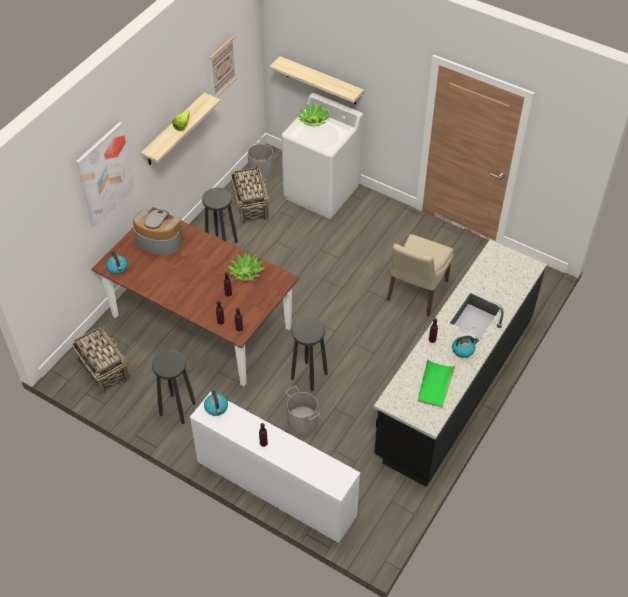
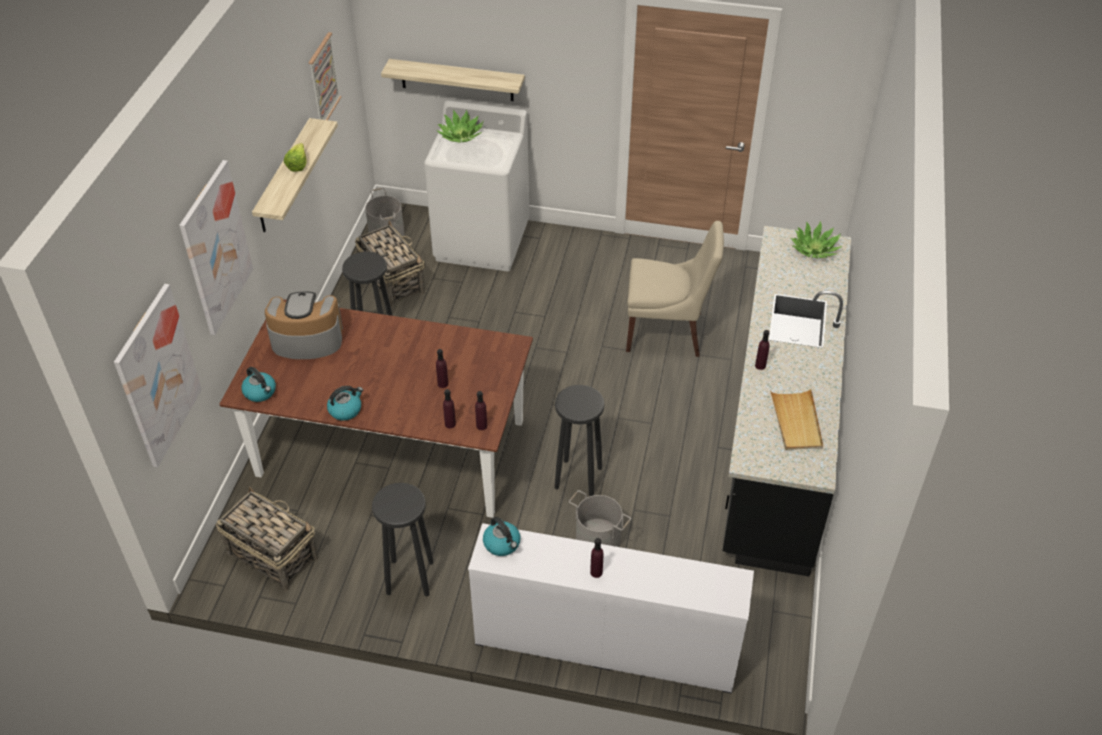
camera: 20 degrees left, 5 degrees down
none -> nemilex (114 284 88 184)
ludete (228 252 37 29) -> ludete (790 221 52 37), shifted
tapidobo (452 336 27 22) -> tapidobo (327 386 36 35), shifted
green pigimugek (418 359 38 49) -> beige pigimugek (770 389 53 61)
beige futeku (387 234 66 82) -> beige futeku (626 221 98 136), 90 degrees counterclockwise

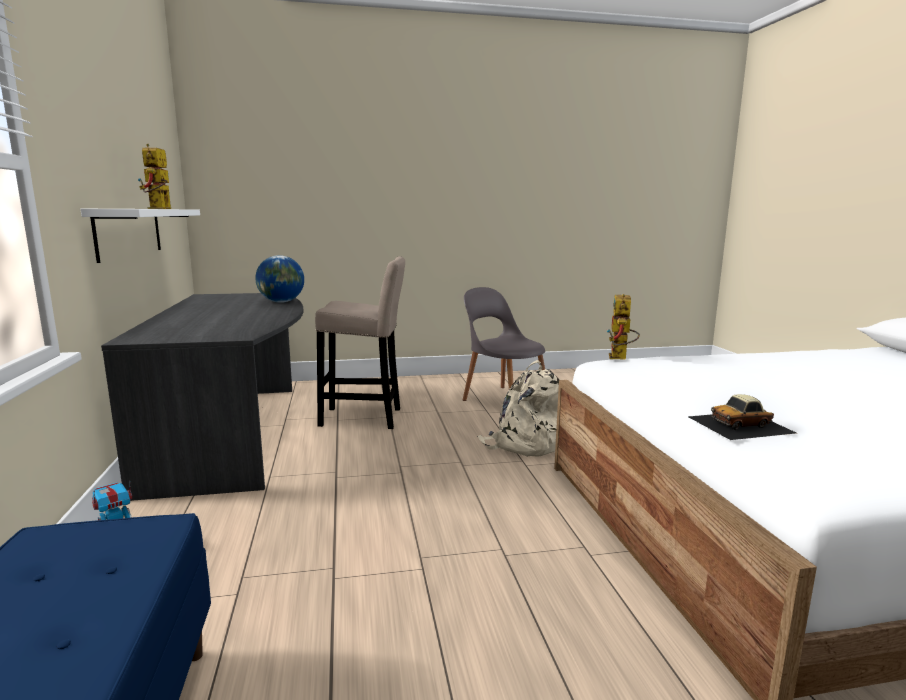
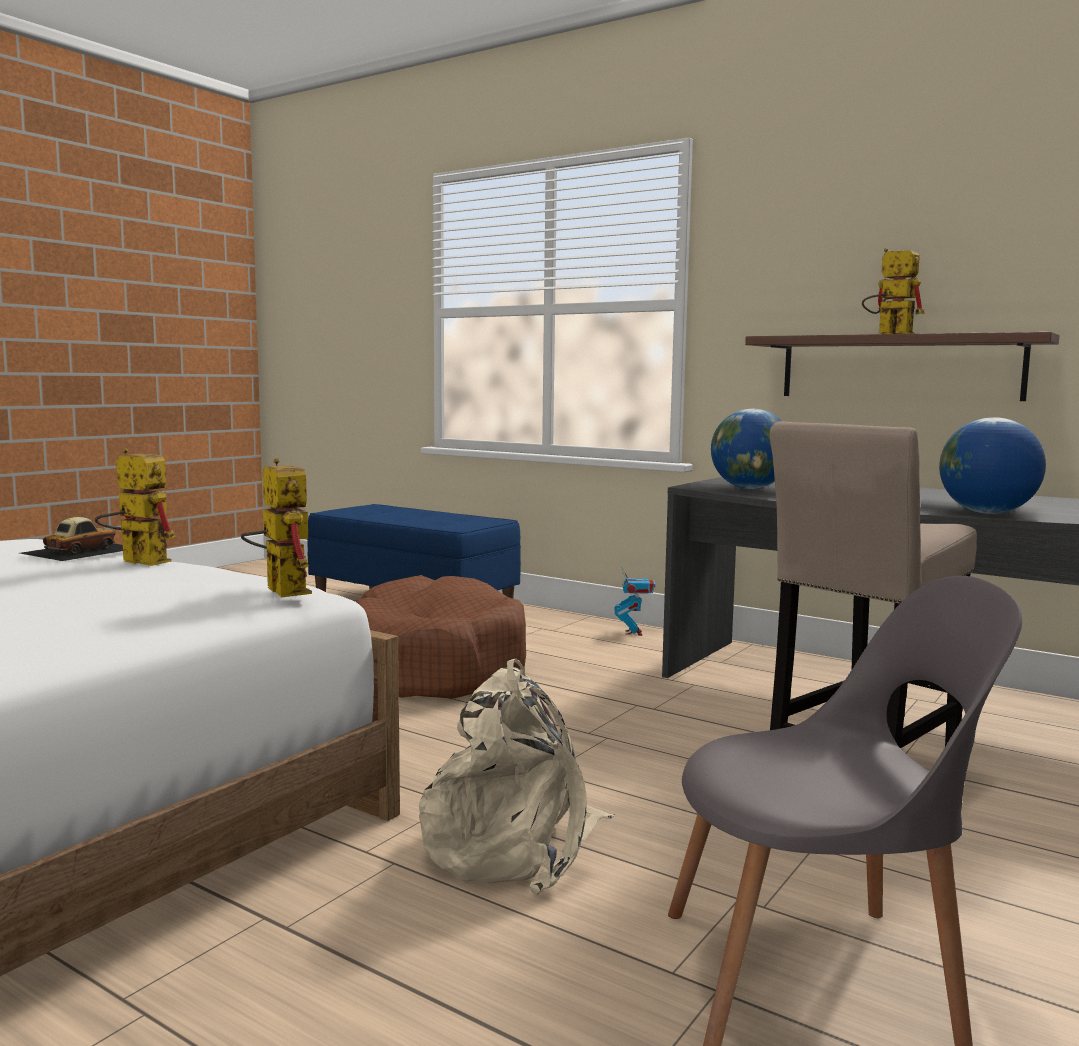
camera: 135 degrees right, 5 degrees down
none -> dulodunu (95 448 81 118)
none -> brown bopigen (353 575 173 124)
none -> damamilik (711 409 72 80)
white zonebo (81 209 119 54) -> brown zonebo (745 332 315 69)

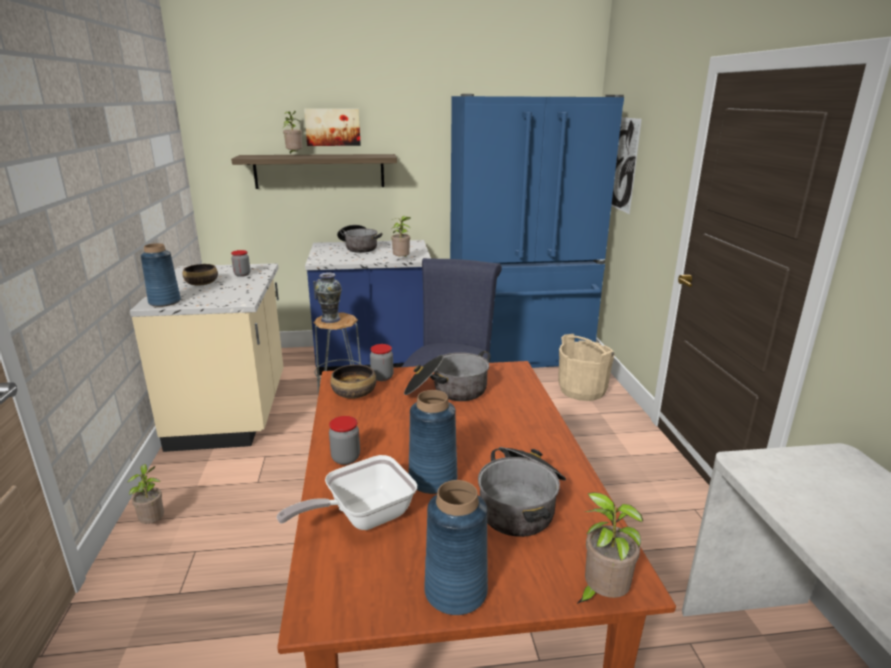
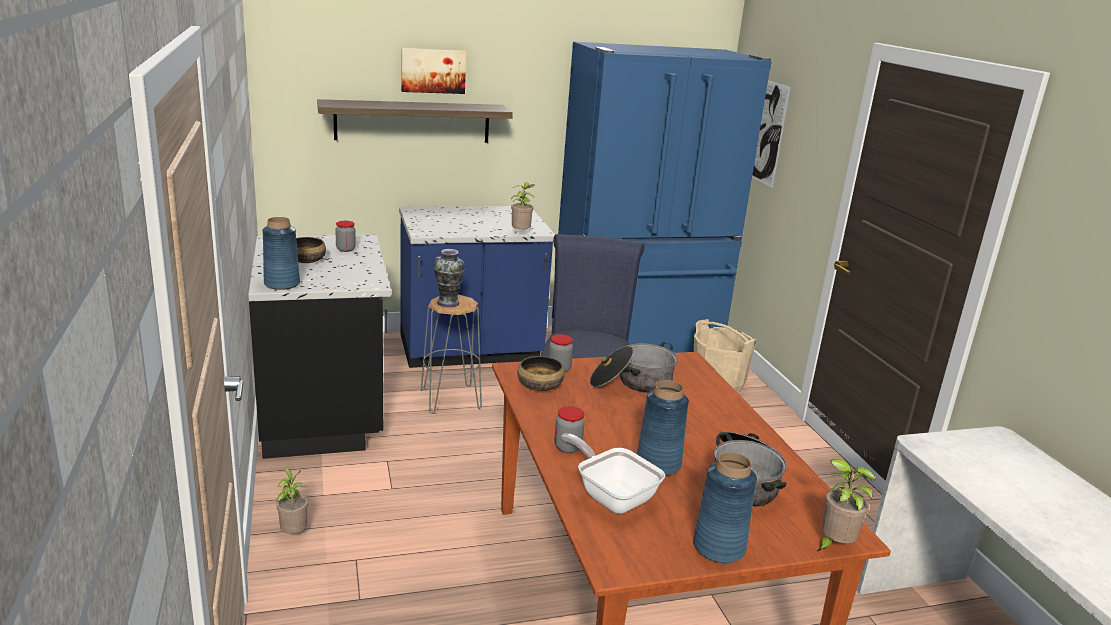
camera: 10 degrees left, 0 degrees up
ludete (283 111 19 43) -> none
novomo (337 225 45 28) -> none
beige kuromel (130 263 154 189) -> black kuromel (248 235 143 224)
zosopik (277 455 140 75) -> zosopik (561 433 104 81), 90 degrees clockwise

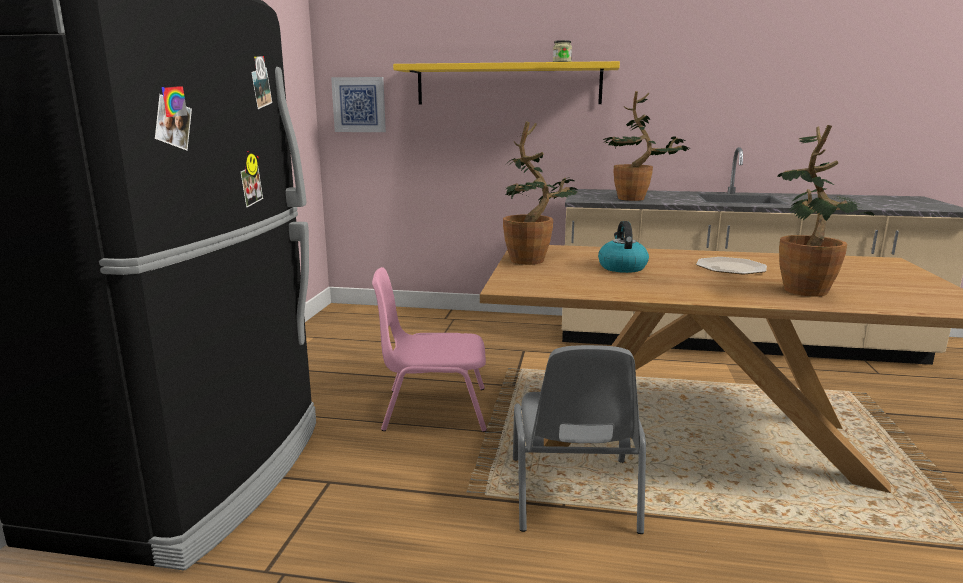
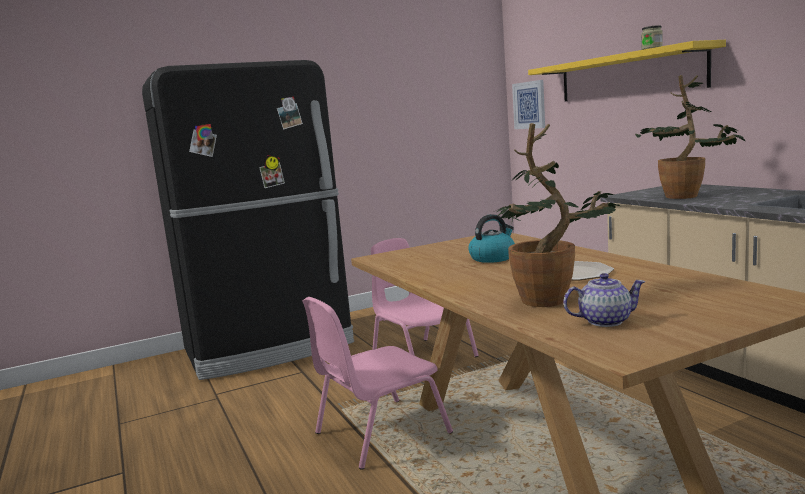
camera: 55 degrees right, 5 degrees down
ludete (503 122 74 143) -> none
none -> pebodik (563 273 83 54)
grey futeku (513 345 133 189) -> pink futeku (303 297 150 173)

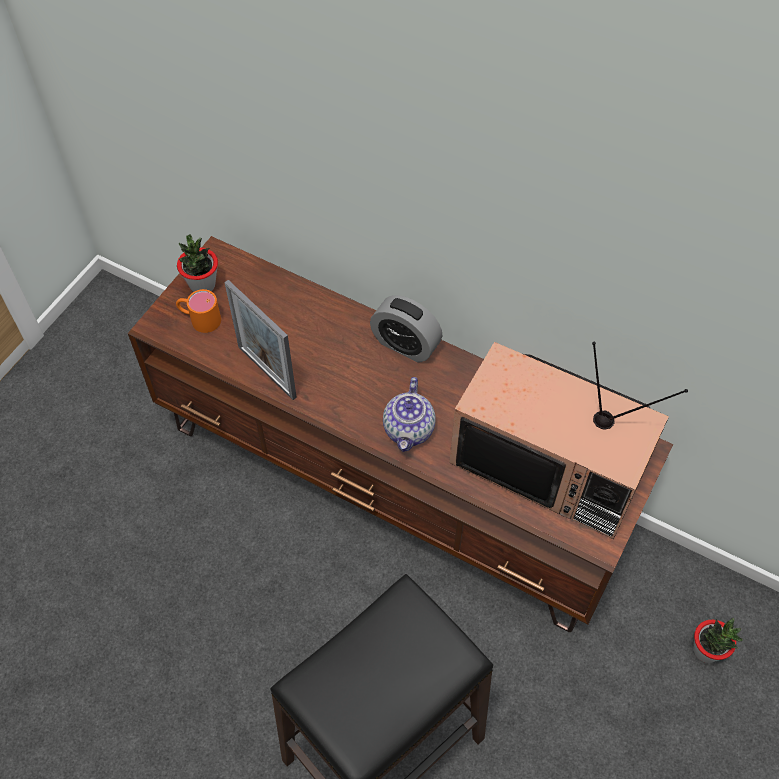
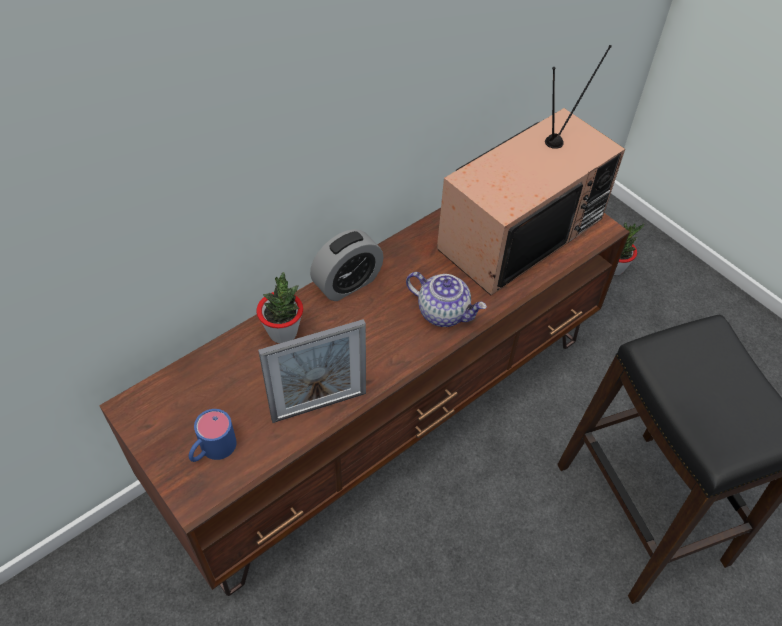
camera: 70 degrees left, 5 degrees down
ludete (177 235 41 57) -> ludete (257 272 46 71), shifted
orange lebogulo (176 289 45 44) -> blue lebogulo (189 409 48 53)

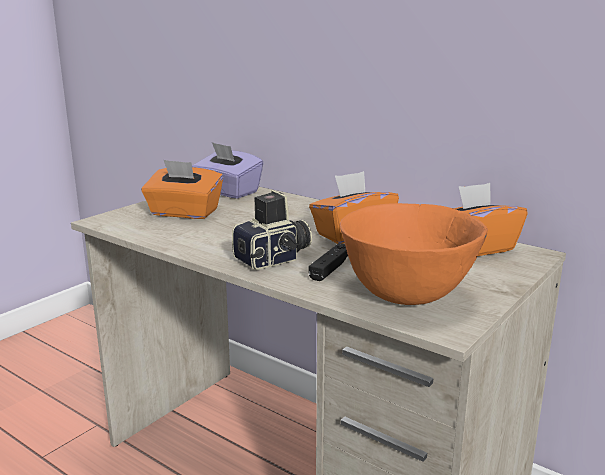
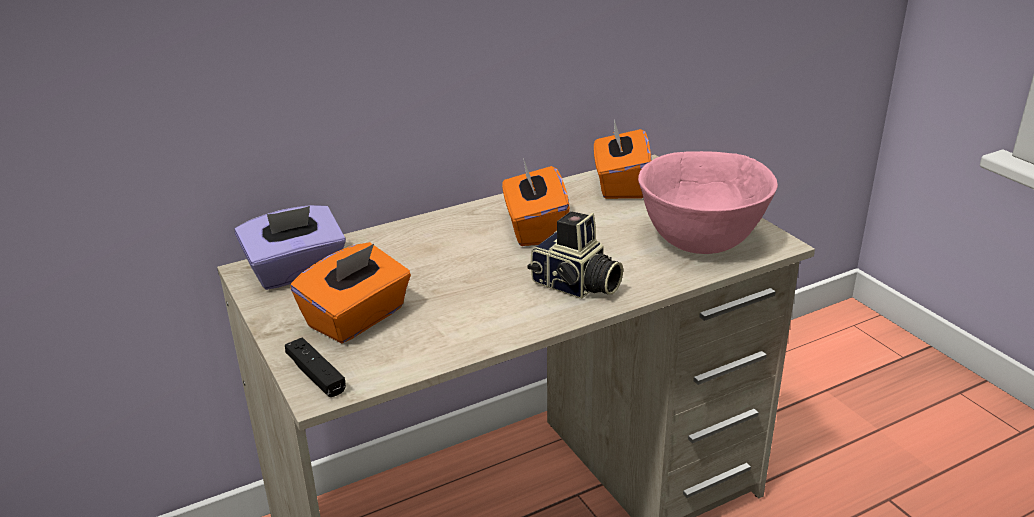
camera: 65 degrees left, 10 degrees up
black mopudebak (308 243 40 38) -> black mopudebak (285 338 61 59), shifted
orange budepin (340 203 148 102) -> pink budepin (638 151 140 103)
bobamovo (232 190 80 80) -> bobamovo (527 211 96 88), 135 degrees clockwise

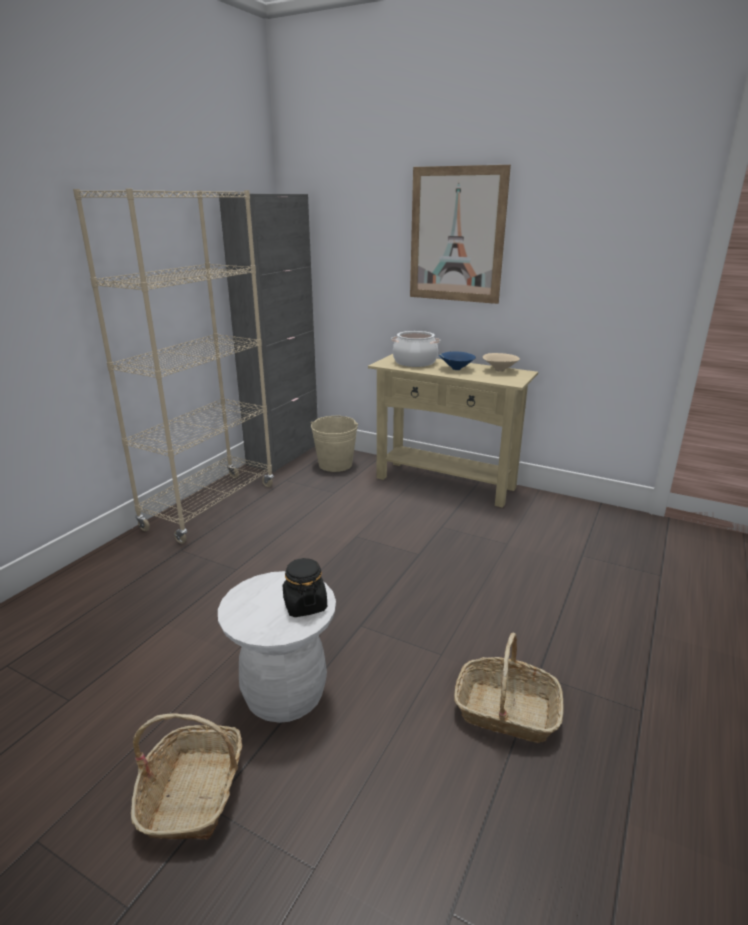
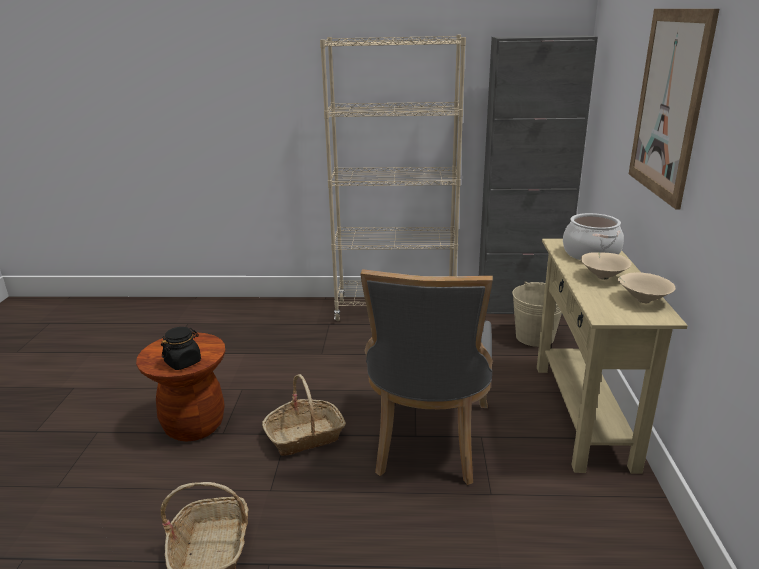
camera: 65 degrees right, 0 degrees up
none -> grey futeku (361 269 132 216)
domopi (131 713 111 127) -> domopi (262 374 84 82), shifted
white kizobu (218 571 118 152) -> brown kizobu (136 332 89 109)
blue budepin (439 351 37 19) -> beige budepin (581 252 50 28)

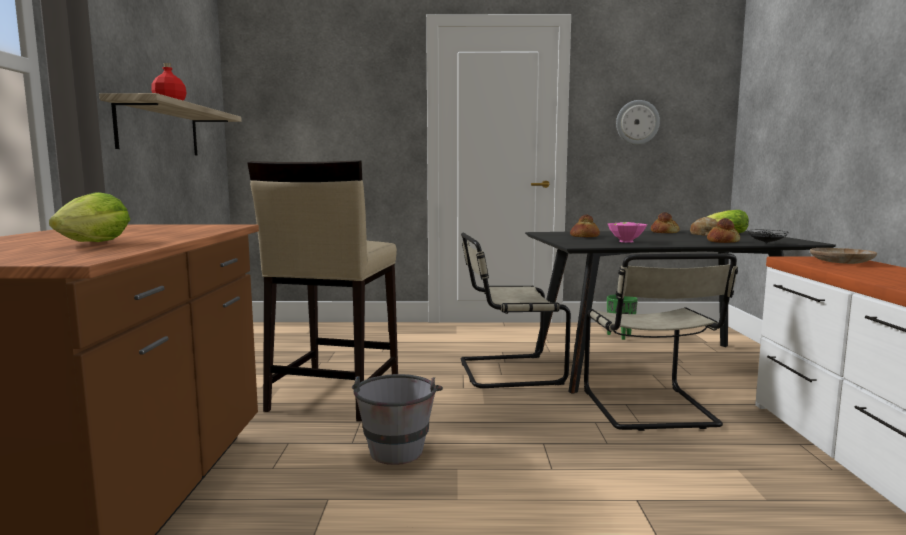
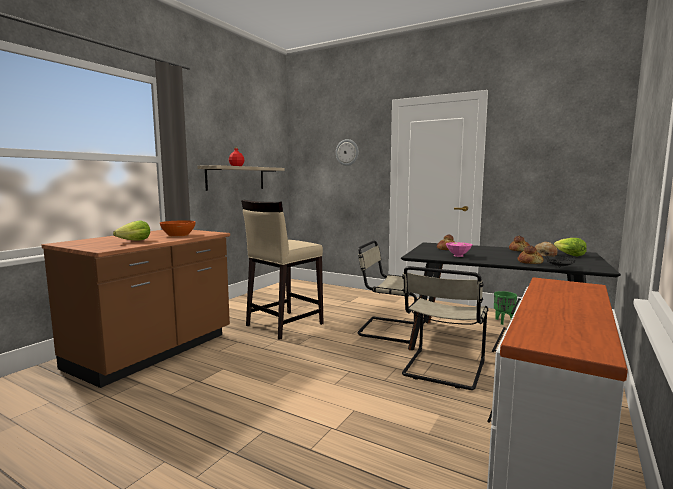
camera: 30 degrees right, 0 degrees up
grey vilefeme (352 374 91 91) -> none
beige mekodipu (810 248 67 16) -> none
none -> orange budepin (160 220 35 16)
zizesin (616 100 44 45) -> zizesin (336 139 23 27), shifted

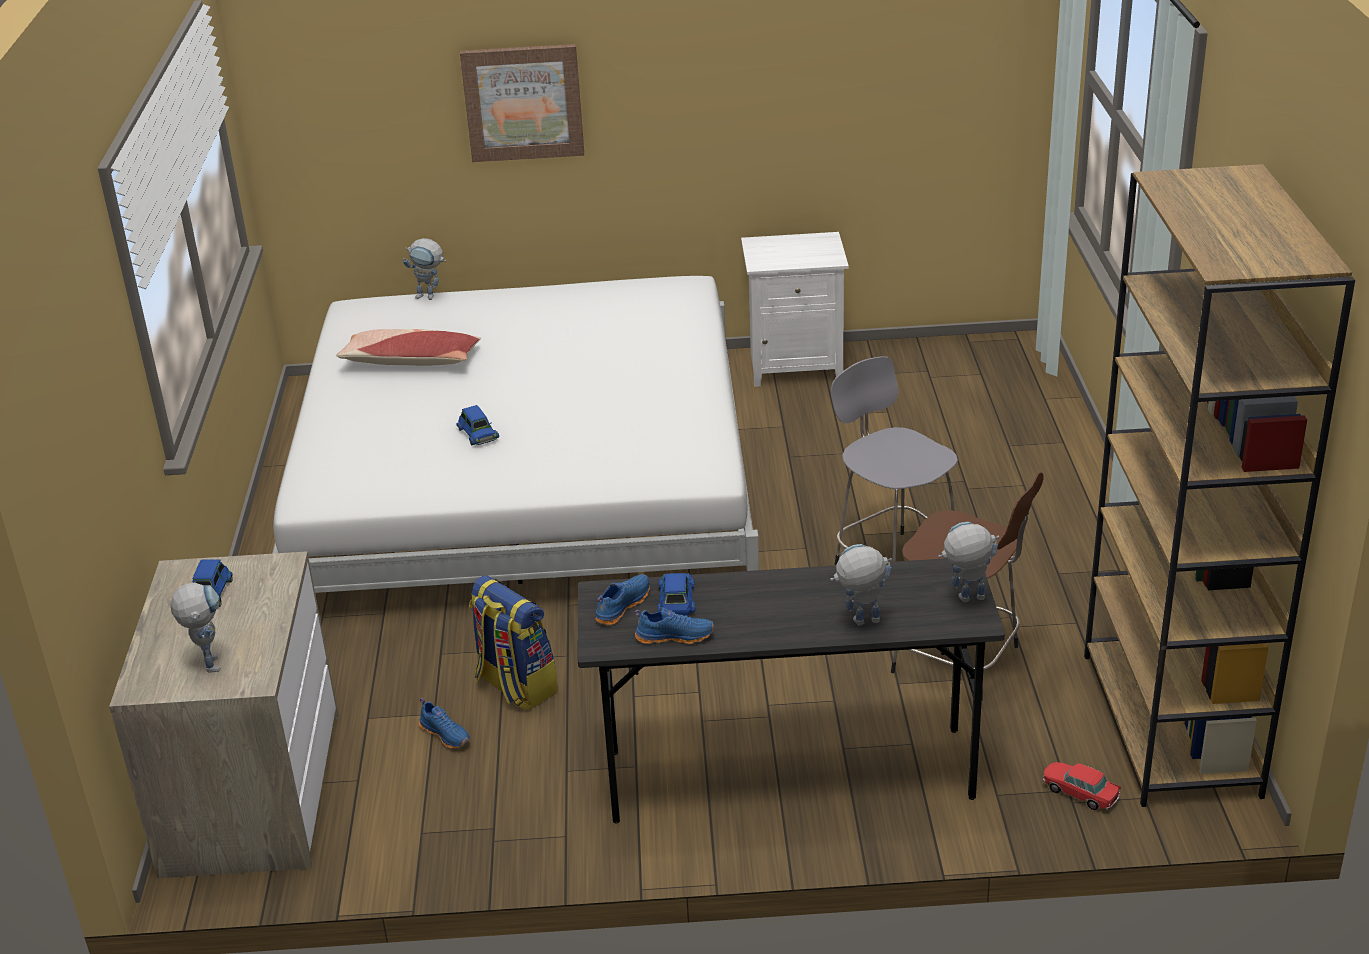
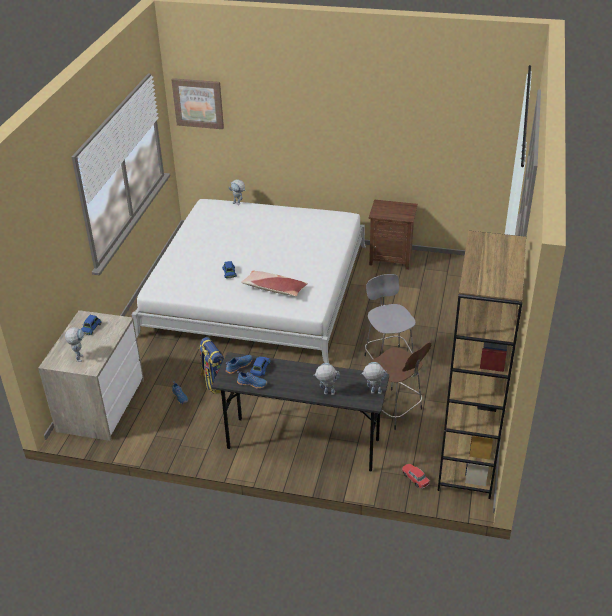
camera: 15 degrees right, 5 degrees up
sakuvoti (336 329 145 37) -> sakuvoti (241 271 67 25), shifted
nemilex (460 44 124 118) -> nemilex (172 78 52 51), shifted
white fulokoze (741 232 108 155) -> brown fulokoze (369 200 49 70)

